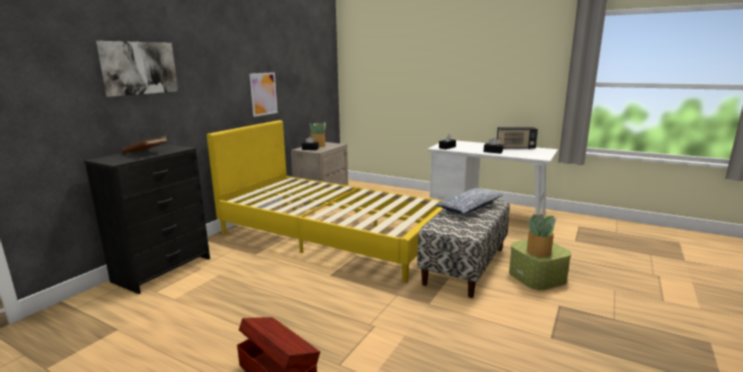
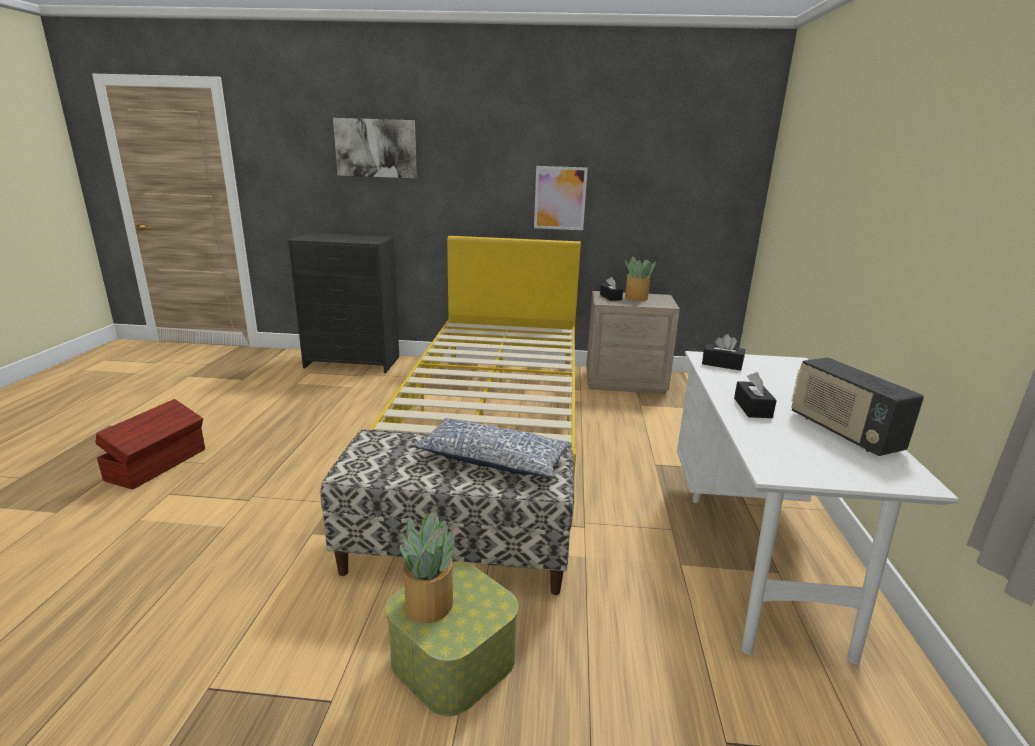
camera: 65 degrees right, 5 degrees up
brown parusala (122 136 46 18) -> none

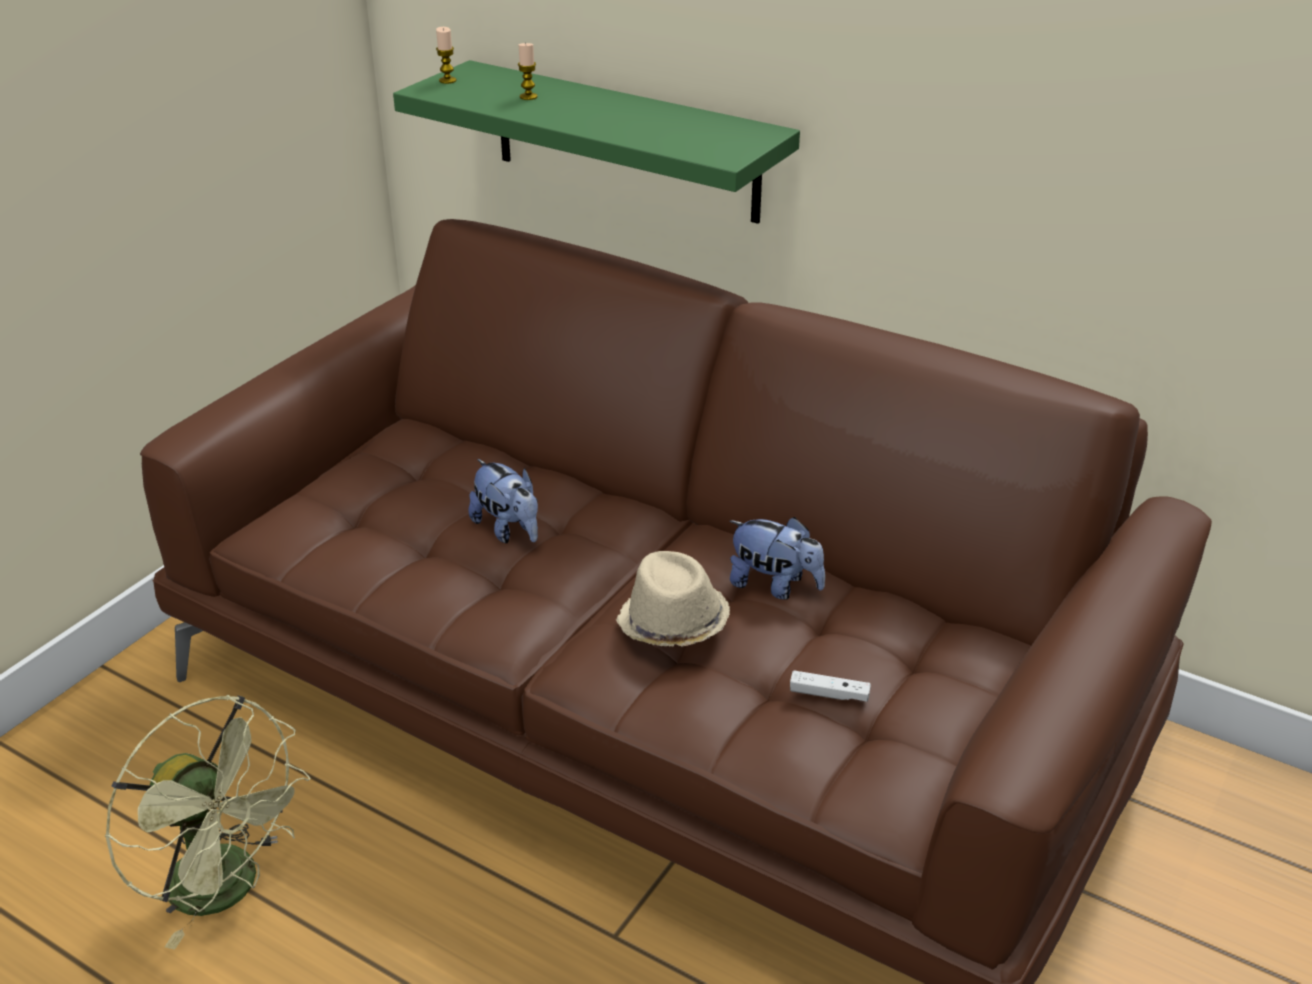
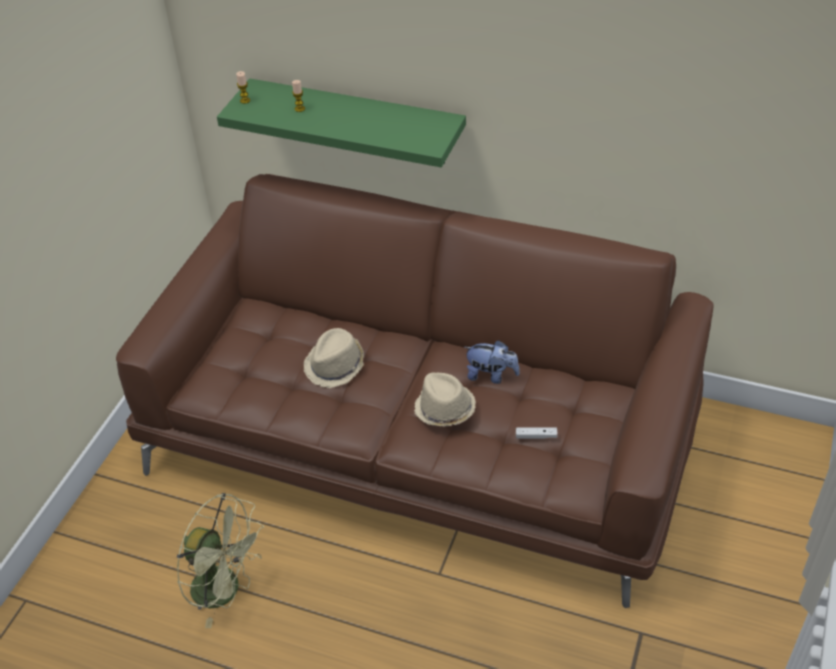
camera: 10 degrees left, 10 degrees up
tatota (469 459 69 84) -> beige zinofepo (304 328 60 60)

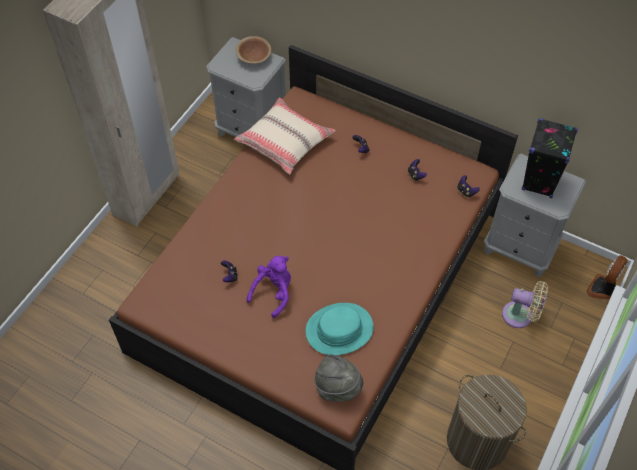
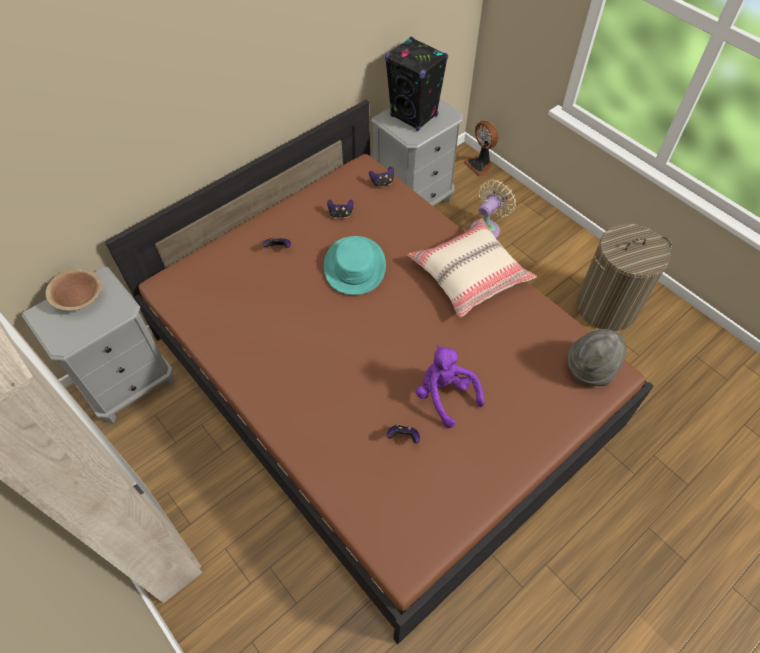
camera: 70 degrees left, 0 degrees up
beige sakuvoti (234 98 101 76) -> beige sakuvoti (408 218 129 100), shifted
turquoise zinofepo (306 303 68 52) -> turquoise zinofepo (324 236 62 59), shifted

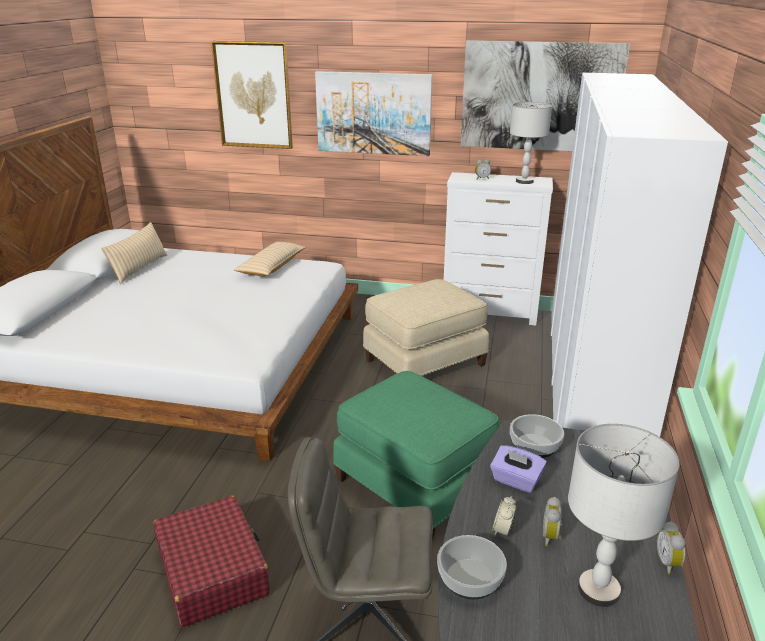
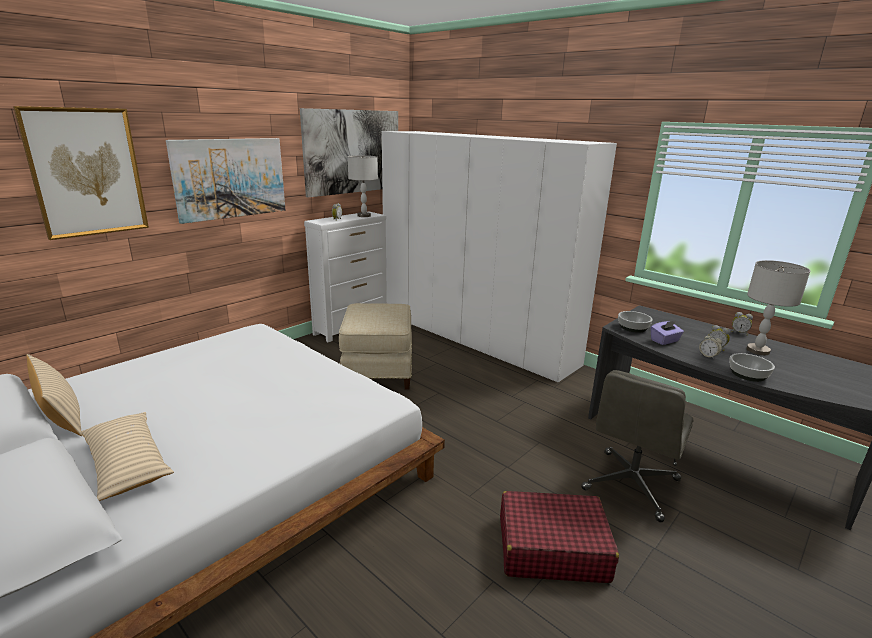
camera: 60 degrees left, 5 degrees down
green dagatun (333 371 167 170) -> none
beige sakuvoti (234 242 72 34) -> beige sakuvoti (81 412 93 89), shifted

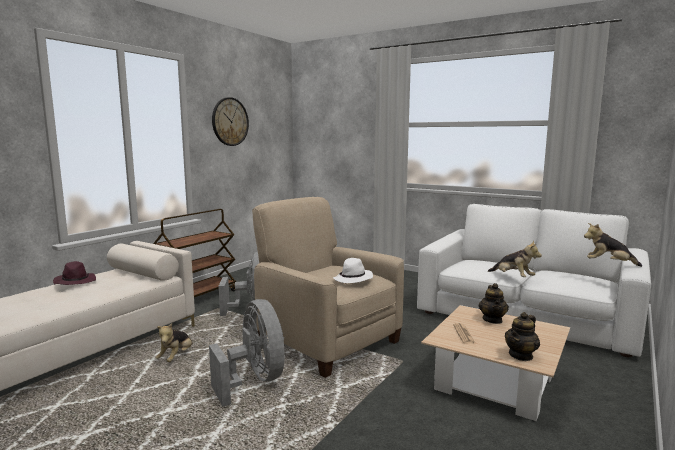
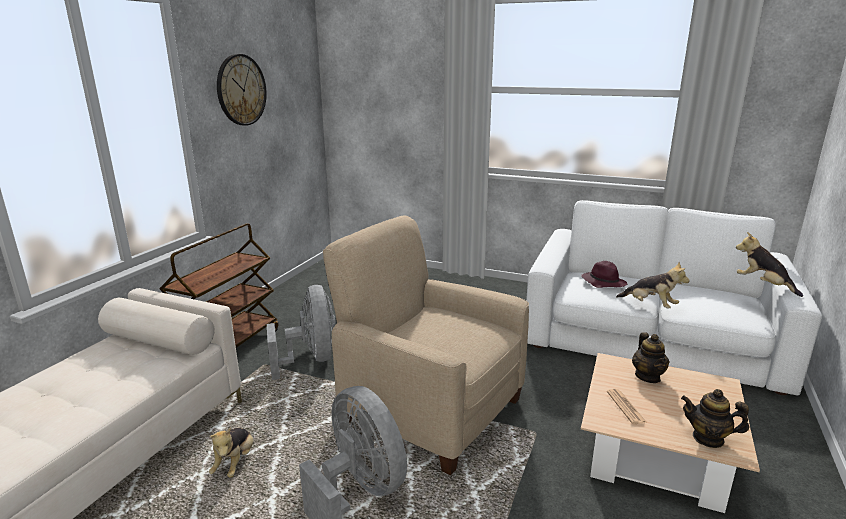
camera: 10 degrees left, 10 degrees up
white zinofepo (333 258 40 25) -> none
purple zinofepo (53 261 43 24) -> purple zinofepo (581 261 46 27), shifted
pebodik (505 312 35 49) -> pebodik (681 389 68 59), 75 degrees clockwise
tatota (584 223 58 44) -> tatota (736 232 67 65), 45 degrees clockwise

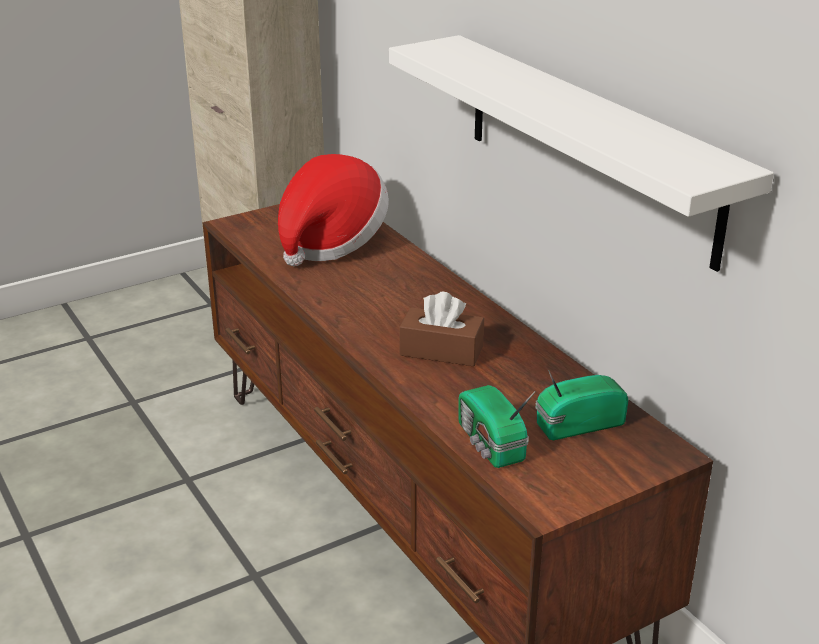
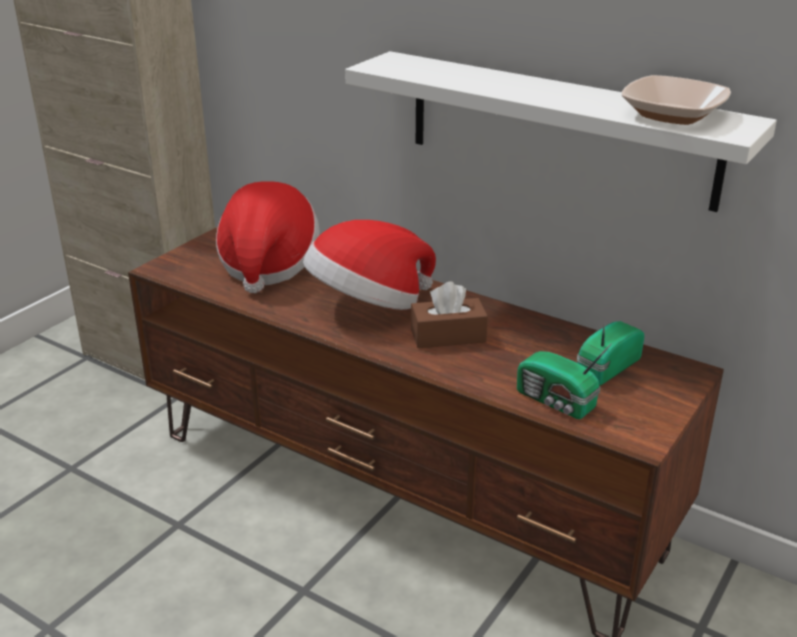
camera: 25 degrees left, 0 degrees up
none -> zinofepo (303 220 133 90)
none -> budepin (622 75 109 50)

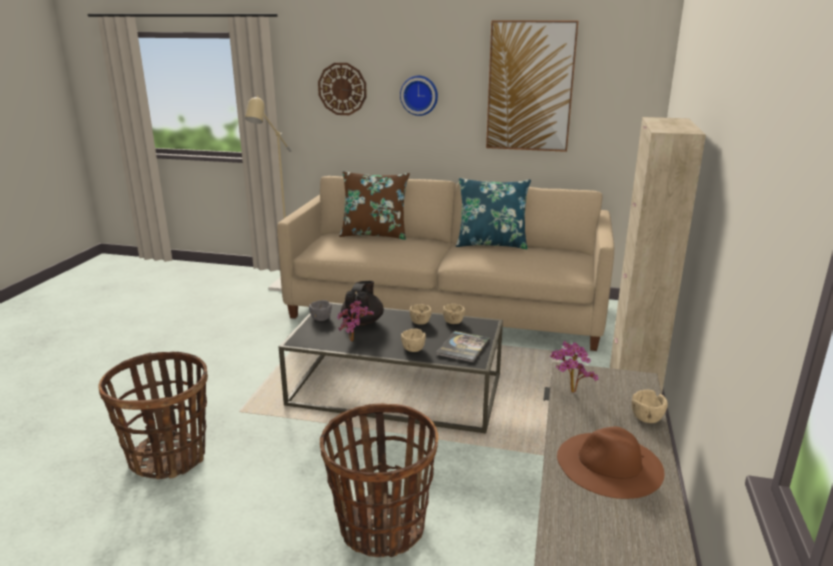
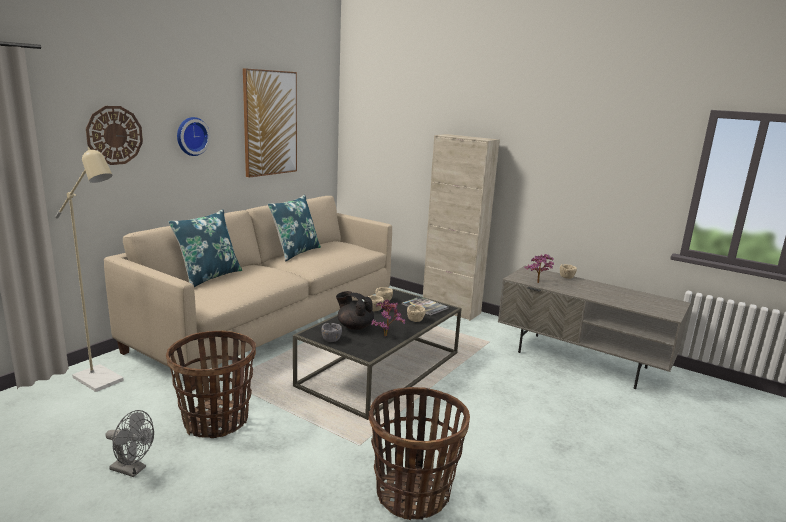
camera: 70 degrees left, 5 degrees down
brown zinofepo (557 427 107 72) -> none
none -> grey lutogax (105 410 49 67)
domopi (320 403 118 154) -> domopi (166 331 90 107), shifted
brown sakuvoti (339 171 71 69) -> blue sakuvoti (168 209 74 78)

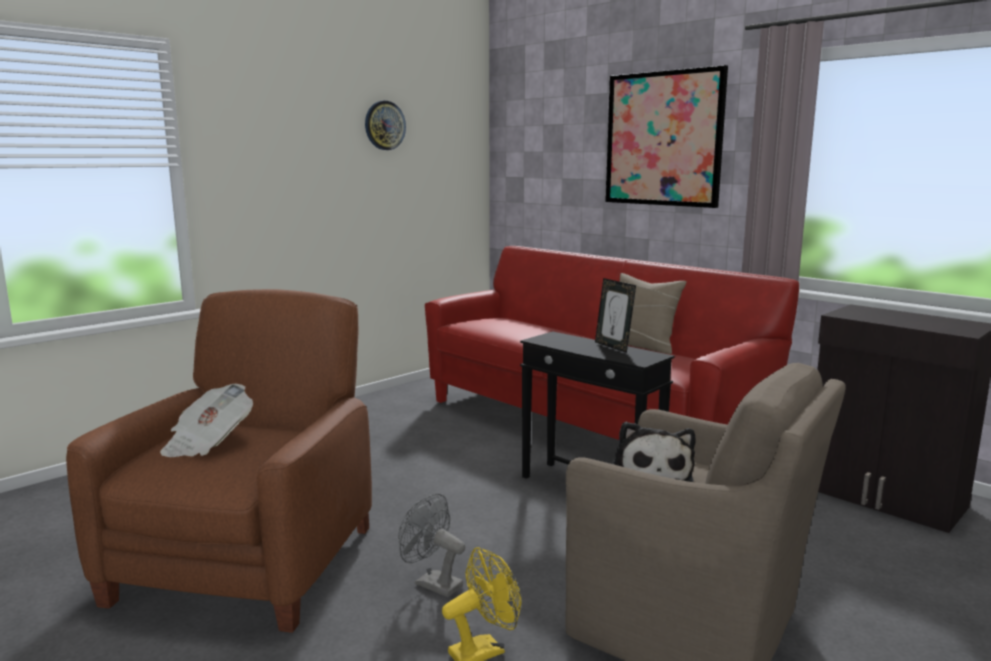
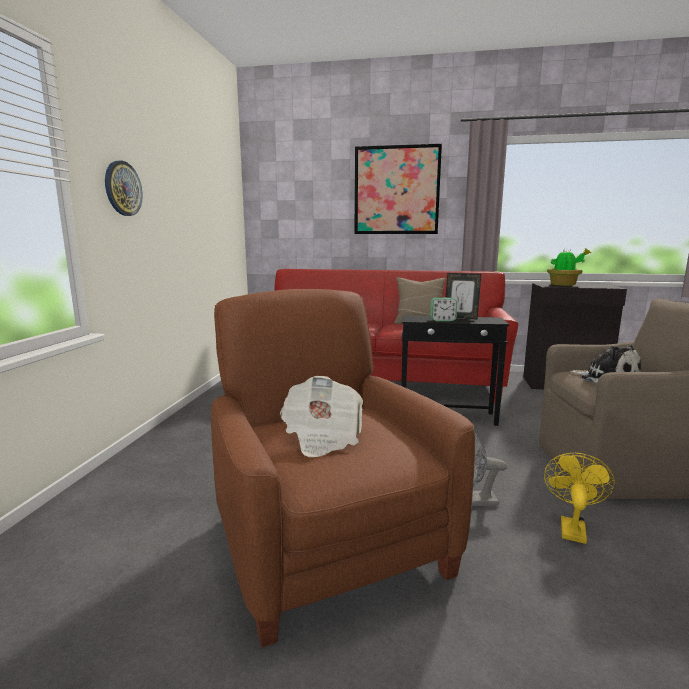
camera: 35 degrees left, 0 degrees up
none -> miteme (430 297 27 24)
none -> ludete (547 248 44 38)
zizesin (365 101 41 49) -> zizesin (105 161 38 55), shifted

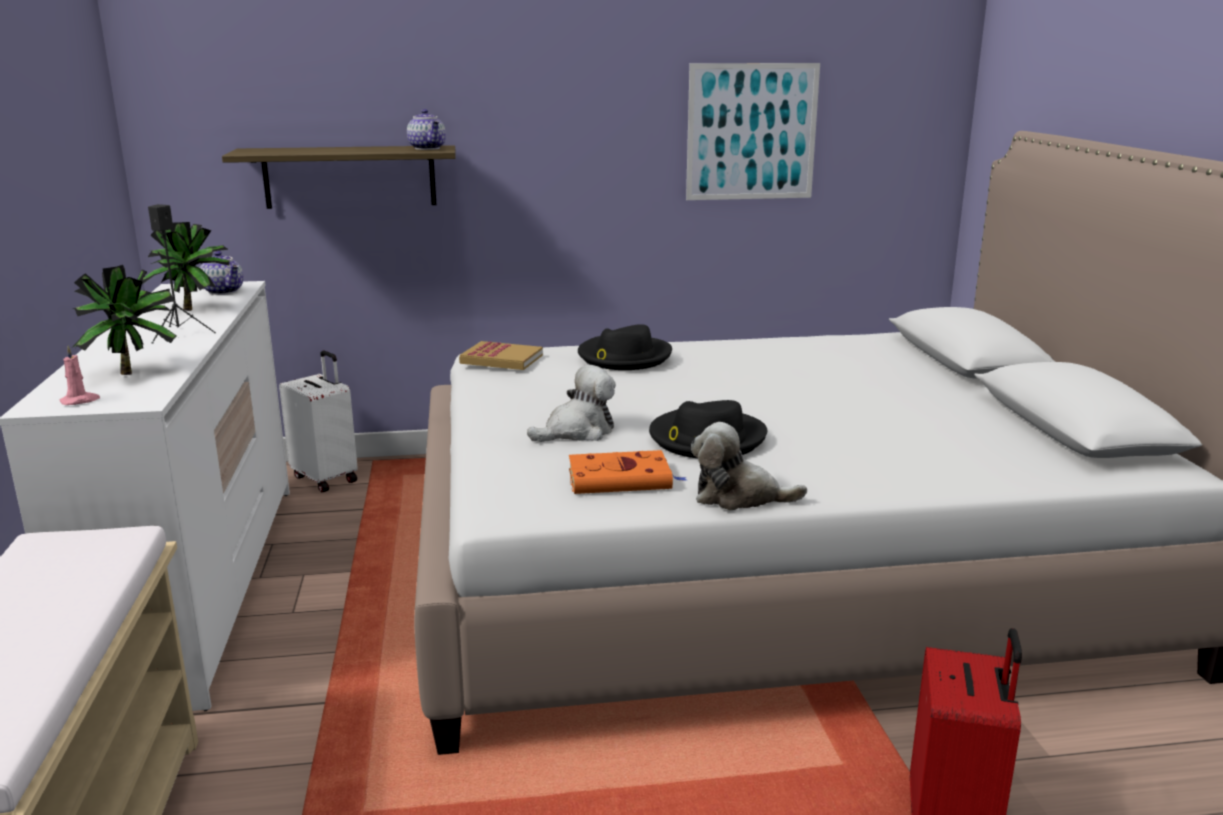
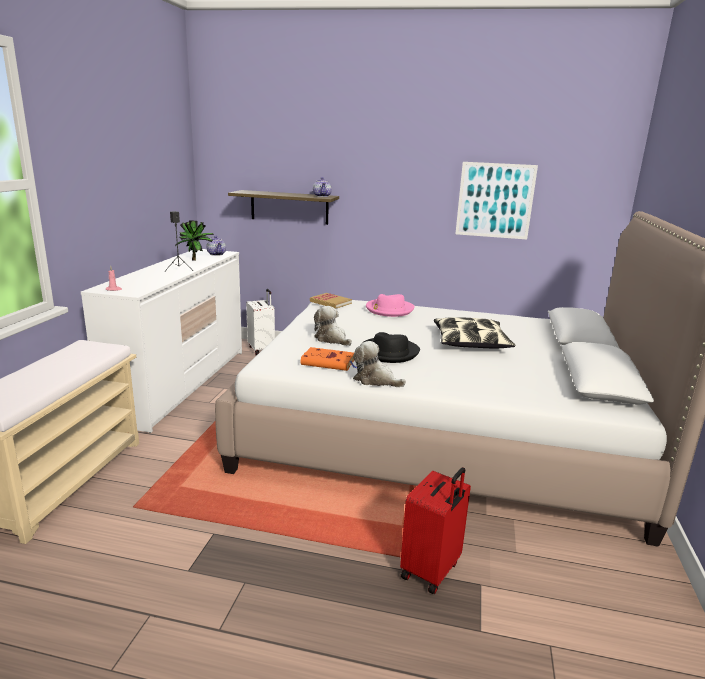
camera: 20 degrees right, 0 degrees up
ludete (72 265 106 110) -> none
none -> sakuvoti (434 317 82 31)
black zinofepo (578 324 94 46) -> pink zinofepo (366 294 49 23)
tatota (527 365 89 77) -> tatota (314 306 38 40), 120 degrees counterclockwise

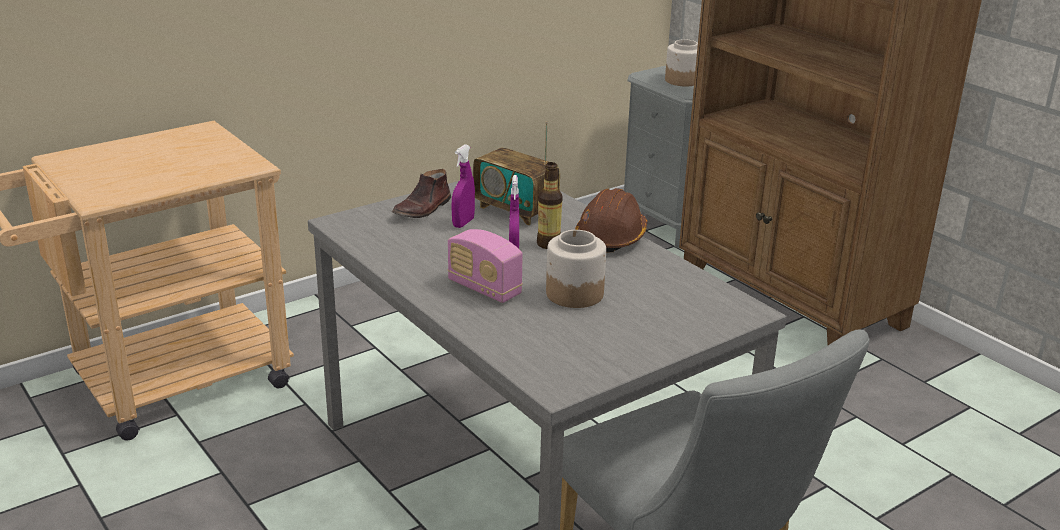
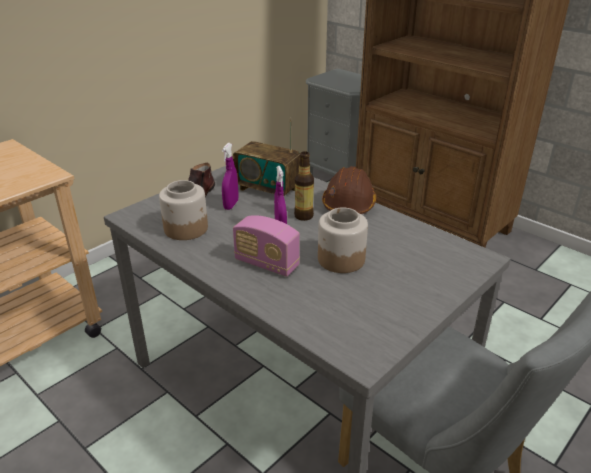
camera: 10 degrees left, 5 degrees up
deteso (665 39 33 47) -> deteso (159 180 49 60), shifted

